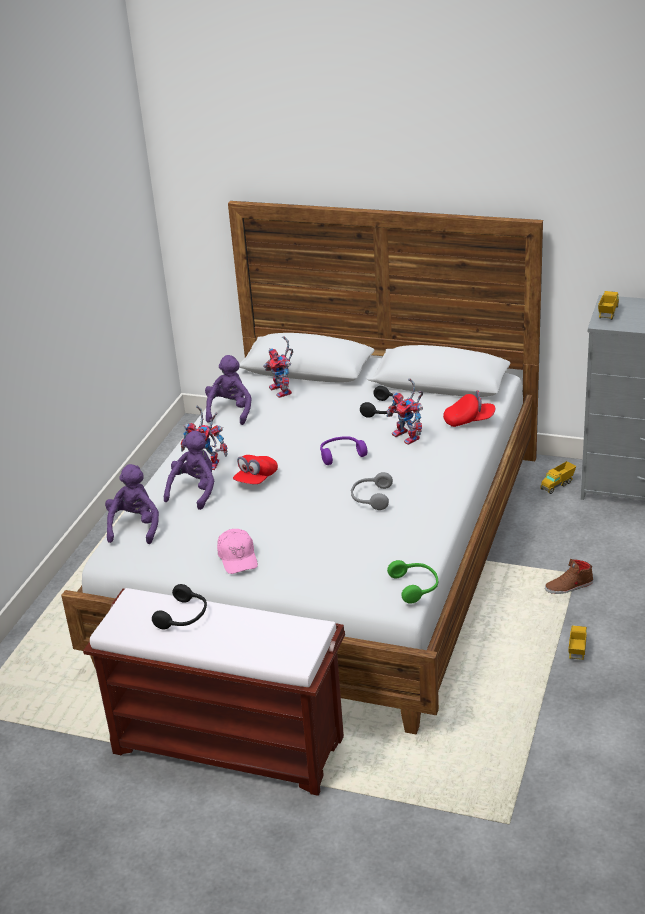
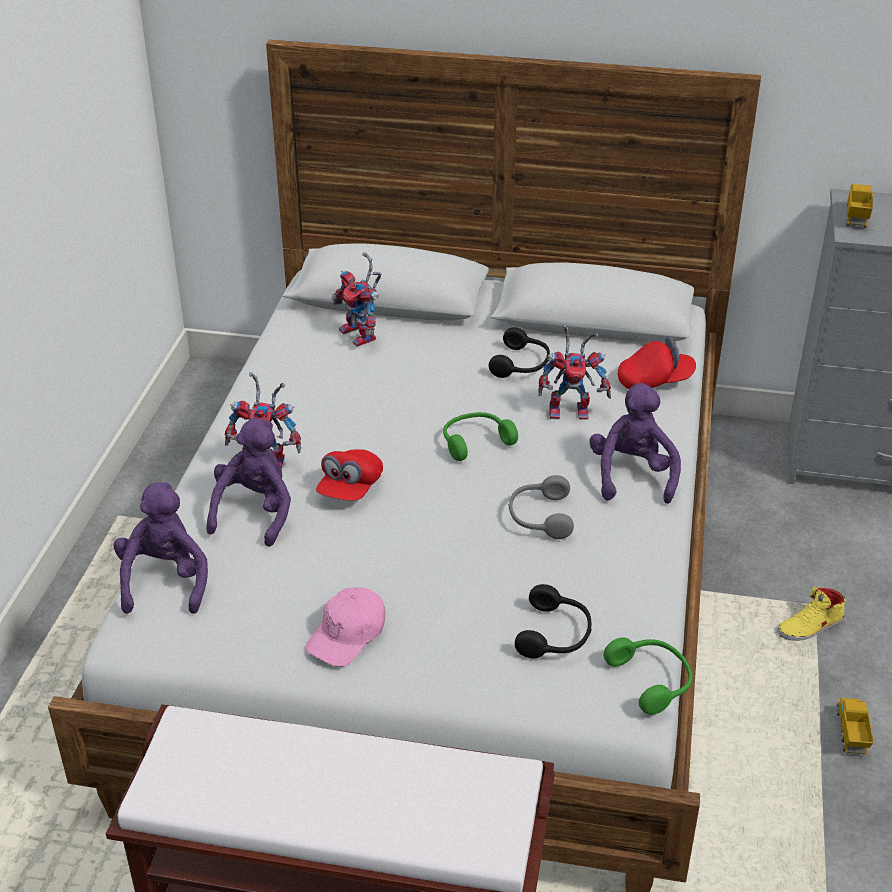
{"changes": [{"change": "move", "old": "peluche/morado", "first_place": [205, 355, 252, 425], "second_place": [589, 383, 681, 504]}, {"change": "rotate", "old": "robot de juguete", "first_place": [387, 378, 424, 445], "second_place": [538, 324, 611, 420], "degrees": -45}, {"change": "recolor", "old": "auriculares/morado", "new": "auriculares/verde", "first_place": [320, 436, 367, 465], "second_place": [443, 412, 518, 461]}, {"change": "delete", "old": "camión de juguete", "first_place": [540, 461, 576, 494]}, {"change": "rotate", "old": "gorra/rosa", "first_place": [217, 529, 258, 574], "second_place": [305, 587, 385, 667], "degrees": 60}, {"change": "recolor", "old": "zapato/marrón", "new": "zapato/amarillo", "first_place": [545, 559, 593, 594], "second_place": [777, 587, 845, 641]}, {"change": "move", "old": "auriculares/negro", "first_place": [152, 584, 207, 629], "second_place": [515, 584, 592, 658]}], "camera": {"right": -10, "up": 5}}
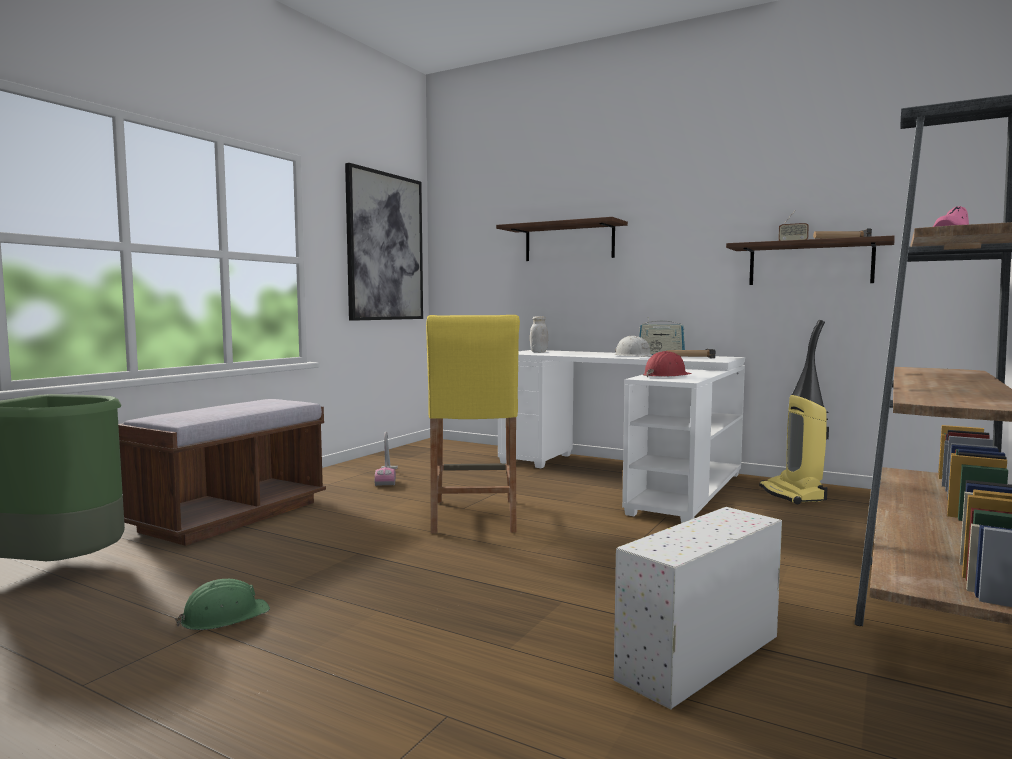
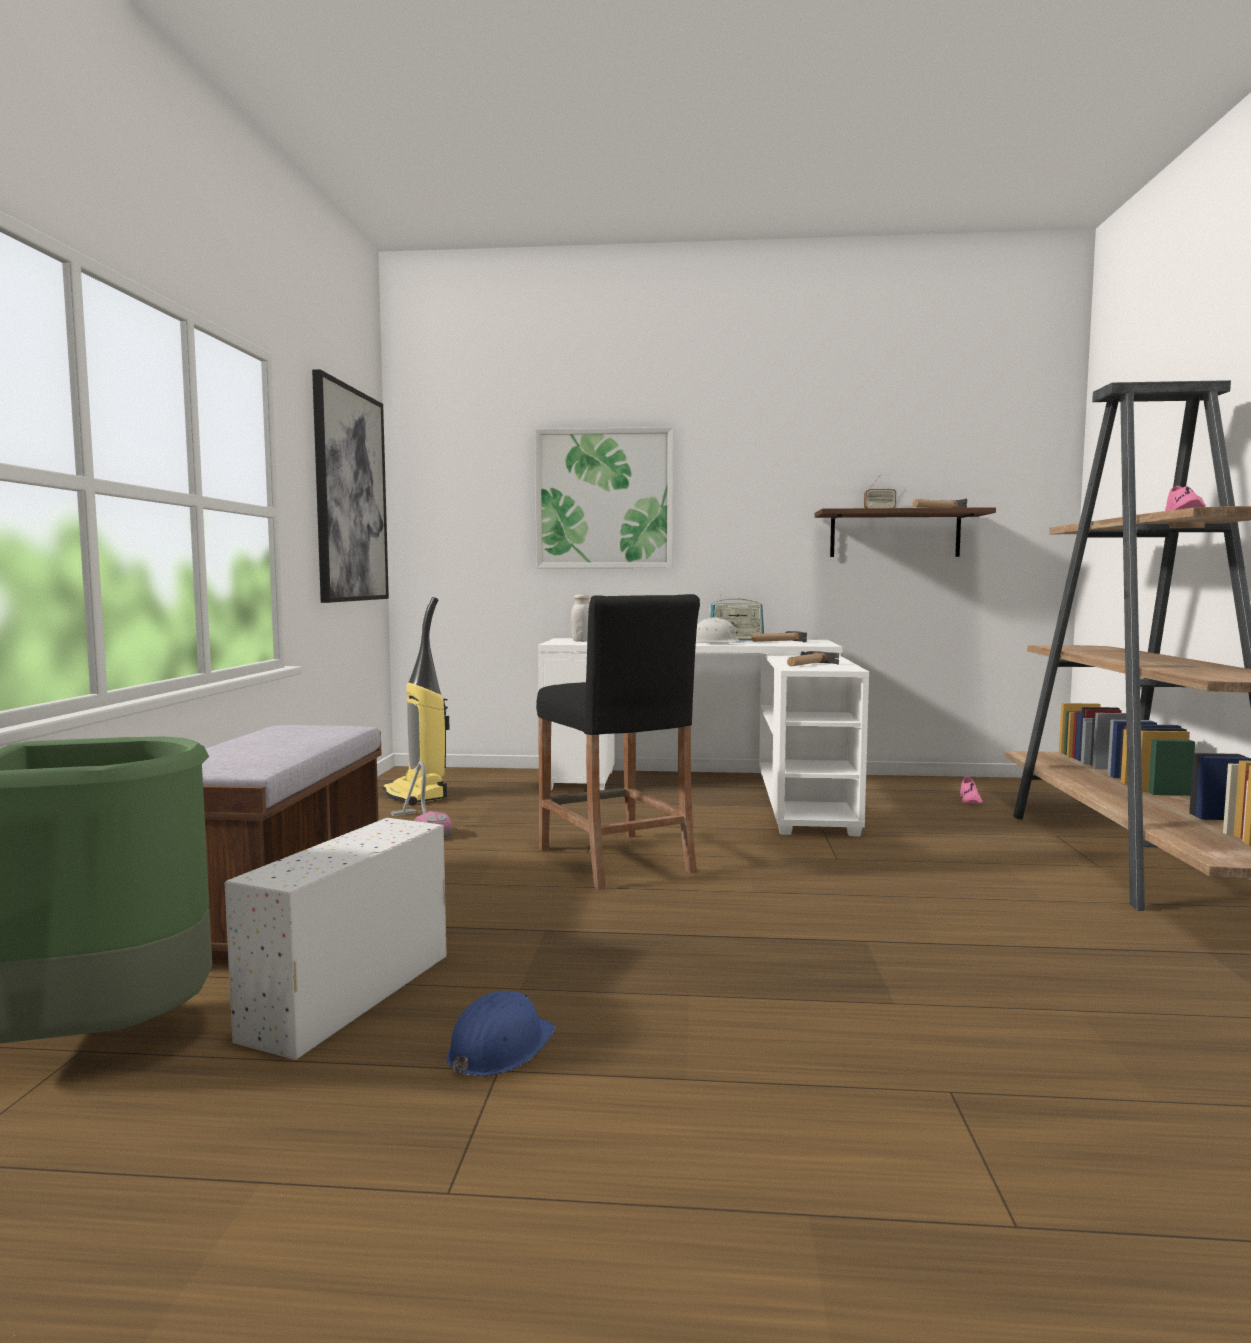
{"changes": [{"change": "replace", "old": "estante", "new": "cuadro", "first_place": [496, 217, 628, 261], "second_place": [535, 427, 674, 568]}, {"change": "recolor", "old": "taburete/amarillo", "new": "taburete/negro", "first_place": [426, 315, 520, 534], "second_place": [536, 594, 700, 890]}, {"change": "move", "old": "aspiradora", "first_place": [759, 320, 829, 504], "second_place": [383, 597, 450, 806]}, {"change": "replace", "old": "casco/rojo", "new": "martillo", "first_place": [643, 351, 692, 378], "second_place": [787, 651, 839, 666]}, {"change": "move", "old": "caja de almacenaje/blanco", "first_place": [614, 507, 782, 710], "second_place": [224, 818, 447, 1060]}, {"change": "recolor", "old": "casco/verde", "new": "casco/azul", "first_place": [175, 579, 270, 630], "second_place": [446, 991, 555, 1076]}, {"change": "insert", "new": "zapato/rosa", "second_place": [960, 776, 982, 804]}], "camera": {"right": -25, "up": 0}}
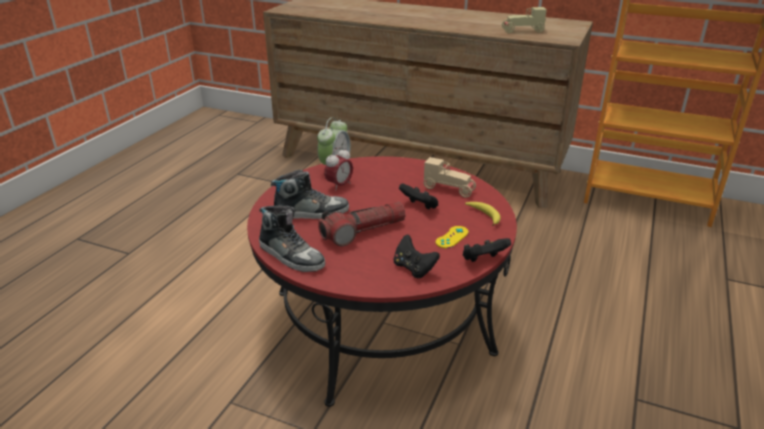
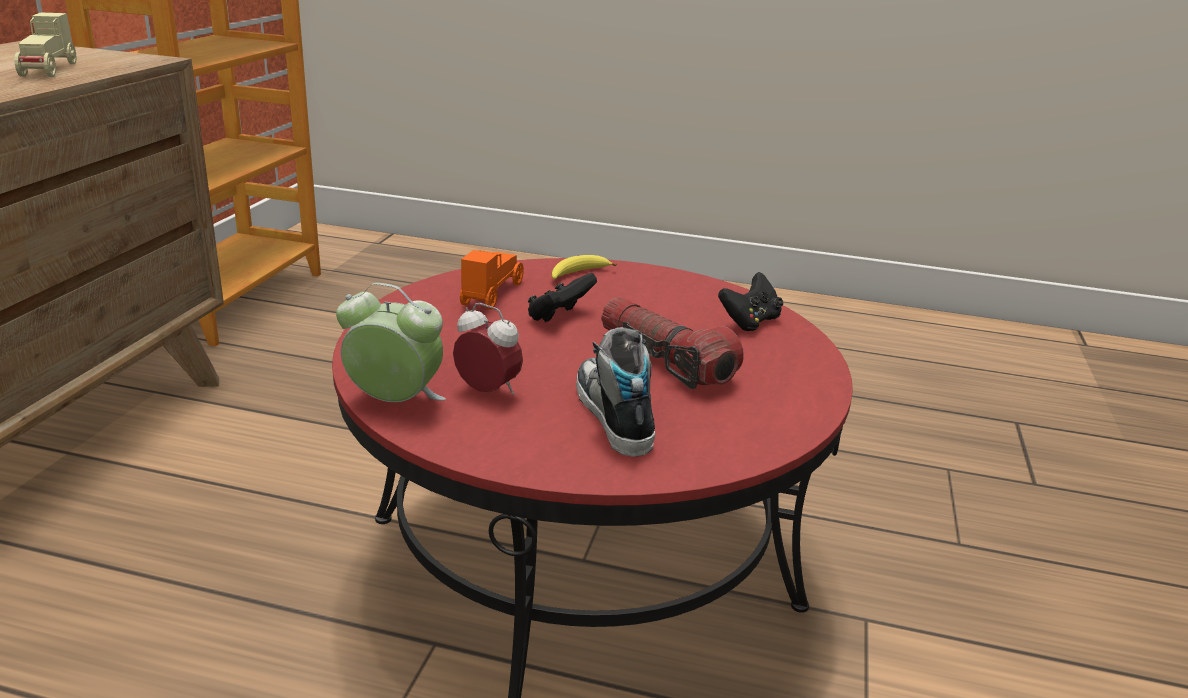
{"changes": [{"change": "recolor", "old": "coche de juguete/beis", "new": "coche de juguete/naranja", "first_place": [424, 157, 476, 198], "second_place": [460, 250, 524, 310]}, {"change": "delete", "old": "zapato", "first_place": [259, 206, 325, 272]}, {"change": "delete", "old": "mando de consola/amarillo", "first_place": [436, 226, 469, 248]}, {"change": "delete", "old": "mando de consola/negro", "first_place": [463, 238, 511, 262]}], "camera": {"right": -100, "up": -5}}
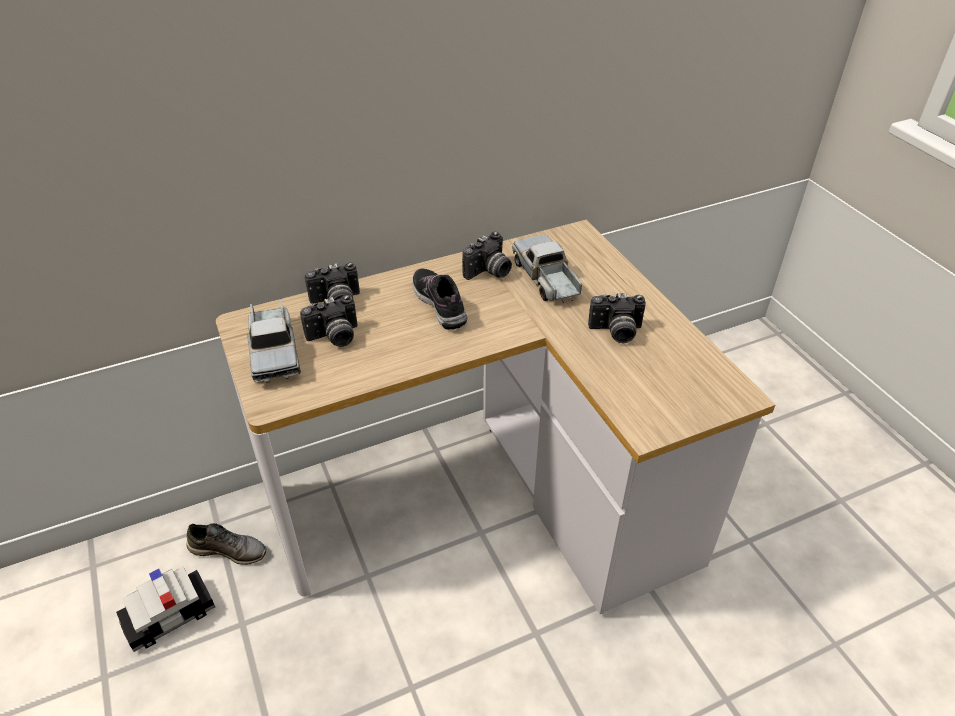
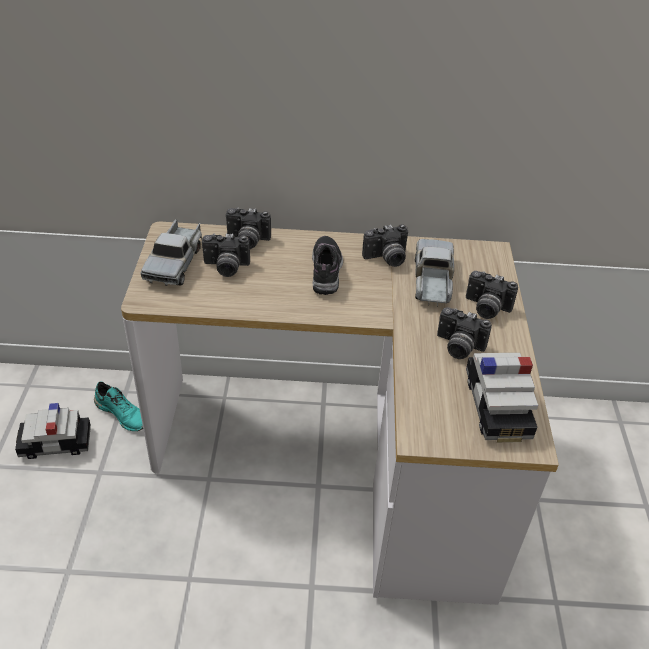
{"changes": [{"change": "recolor", "old": "zapato/gris", "new": "zapato/turquesa", "first_place": [186, 523, 266, 565], "second_place": [94, 382, 143, 431]}, {"change": "insert", "new": "cámara", "second_place": [466, 271, 518, 319]}, {"change": "insert", "new": "coche de juguete", "second_place": [466, 353, 538, 443]}], "camera": {"right": 25, "up": 0}}
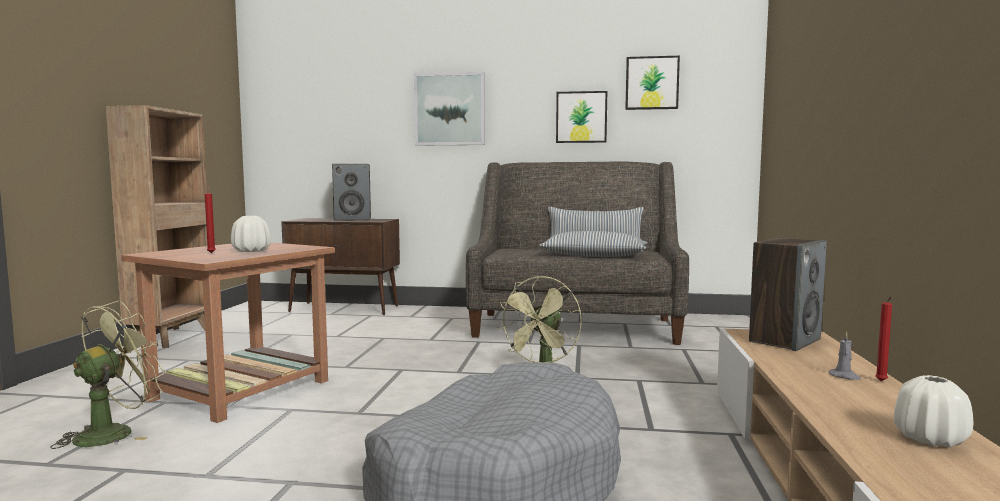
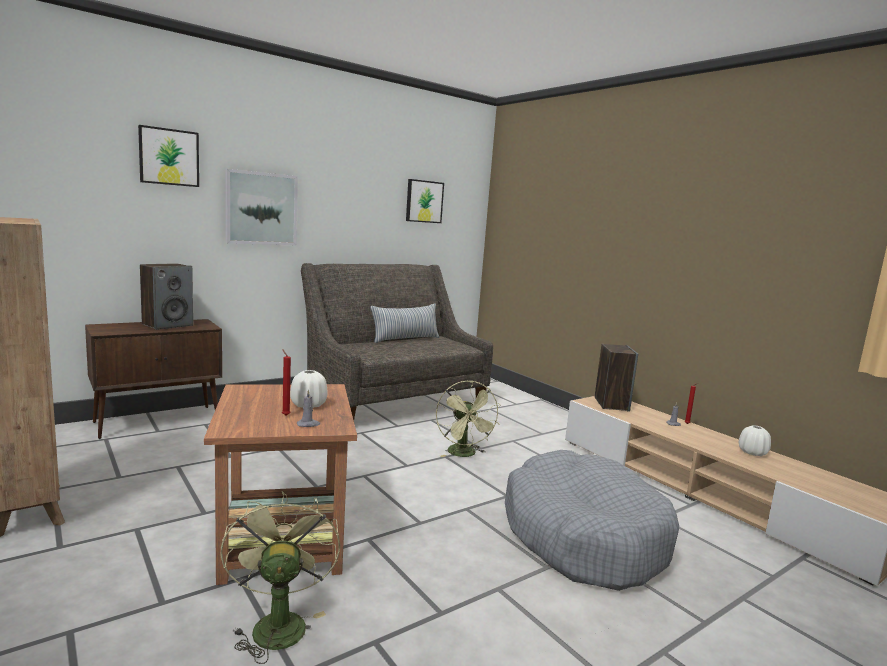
{"changes": [{"change": "move", "old": "cuadro", "first_place": [556, 91, 607, 143], "second_place": [138, 125, 199, 187]}, {"change": "delete", "old": "cojín", "first_place": [539, 231, 648, 257]}, {"change": "insert", "new": "vela/gris", "second_place": [297, 389, 320, 427]}], "camera": {"right": -45, "up": 5}}
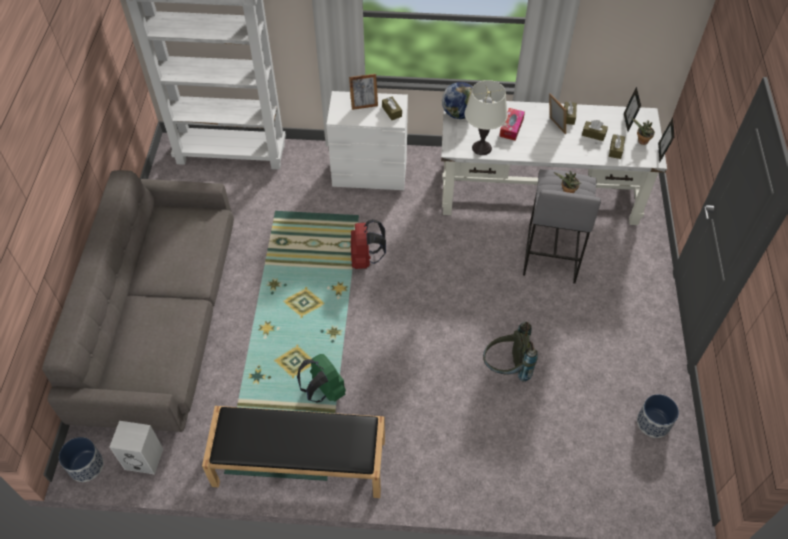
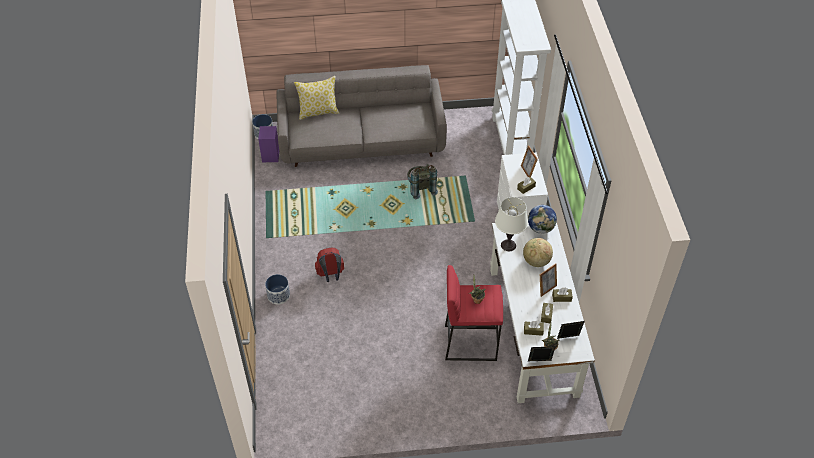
{"changes": [{"change": "replace", "old": "caja de pañuelos", "new": "globo terráqueo", "first_place": [499, 108, 525, 141], "second_place": [523, 238, 553, 267]}, {"change": "recolor", "old": "taburete/gris", "new": "taburete/rojo", "first_place": [523, 169, 601, 283], "second_place": [445, 265, 503, 361]}, {"change": "move", "old": "mochila/rojo", "first_place": [351, 219, 386, 269], "second_place": [315, 248, 344, 282]}, {"change": "move", "old": "mochila/gris", "first_place": [483, 322, 538, 382], "second_place": [407, 164, 438, 199]}, {"change": "delete", "old": "mochila/verde", "first_place": [297, 354, 346, 403]}, {"change": "move", "old": "maceta", "first_place": [637, 394, 679, 438], "second_place": [265, 274, 290, 304]}, {"change": "delete", "old": "banco/negro", "first_place": [202, 406, 385, 498]}, {"change": "recolor", "old": "altavoz/blanco", "new": "altavoz/morado", "first_place": [109, 421, 163, 475], "second_place": [258, 126, 279, 162]}, {"change": "insert", "new": "cojín", "second_place": [294, 76, 340, 120]}], "camera": {"right": 80, "up": -5}}
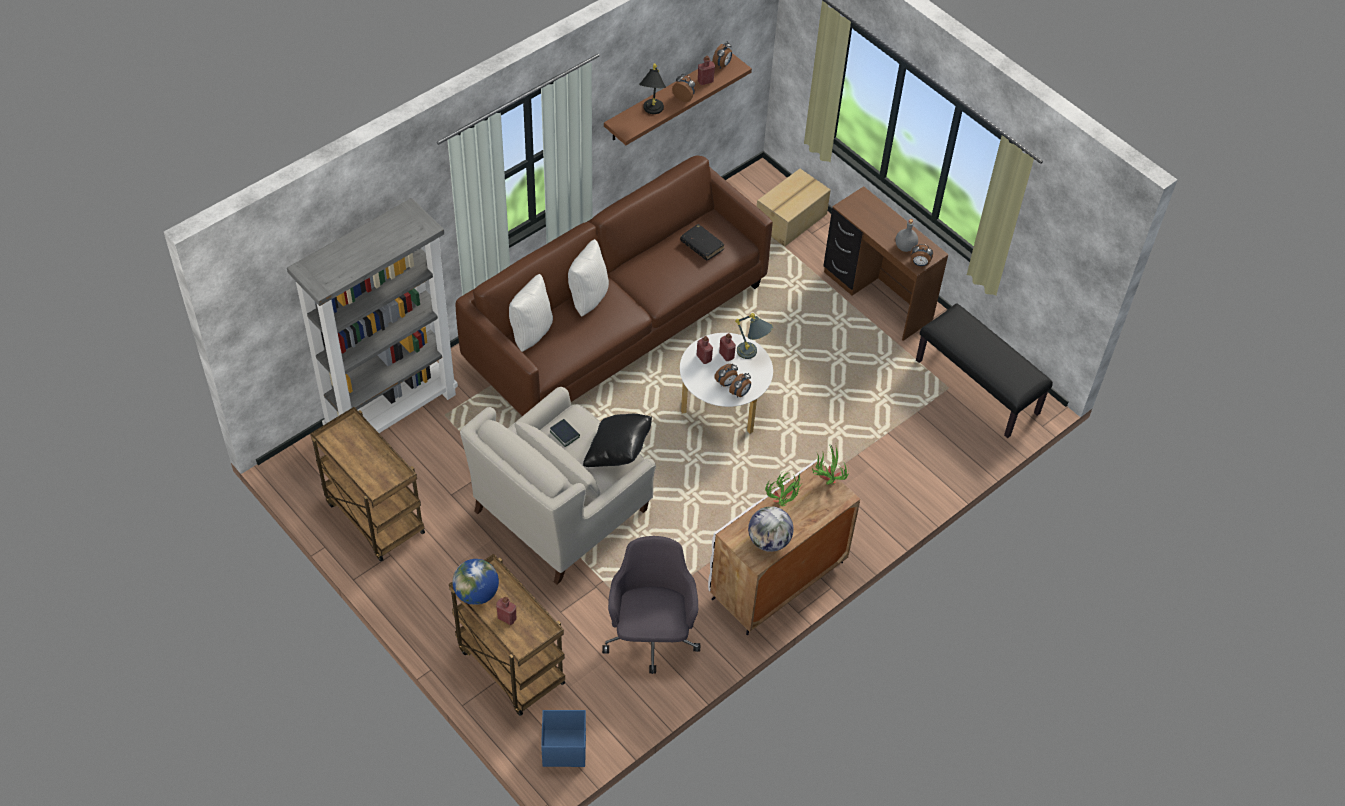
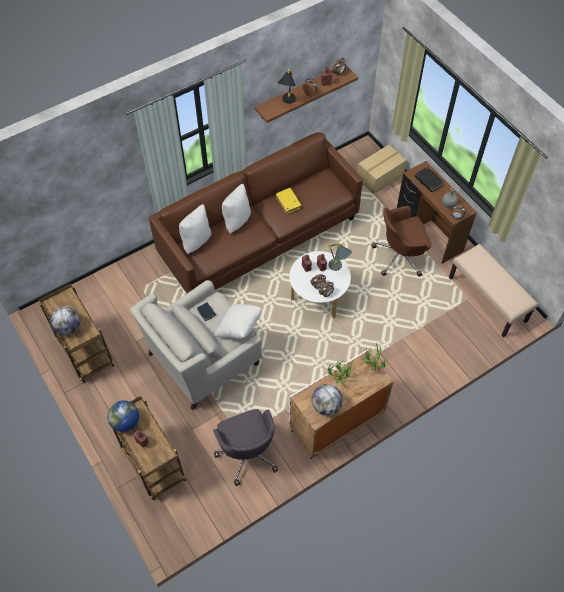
{"changes": [{"change": "delete", "old": "estantería/gris", "first_place": [287, 198, 458, 433]}, {"change": "move", "old": "libro/negro", "first_place": [680, 224, 724, 261], "second_place": [415, 167, 444, 192]}, {"change": "recolor", "old": "banco/negro", "new": "banco/beis", "first_place": [916, 303, 1053, 438], "second_place": [449, 244, 538, 337]}, {"change": "recolor", "old": "cojín/negro", "new": "cojín/blanco", "first_place": [583, 414, 652, 467], "second_place": [214, 304, 262, 339]}, {"change": "rotate", "old": "silla de oficina/gris", "first_place": [602, 536, 700, 674], "second_place": [213, 409, 278, 486], "degrees": 150}, {"change": "delete", "old": "caja de almacenaje/azul", "first_place": [541, 710, 586, 767]}, {"change": "insert", "new": "libro/amarillo", "second_place": [276, 188, 302, 214]}, {"change": "insert", "new": "silla de oficina/marrón", "second_place": [371, 206, 431, 277]}, {"change": "insert", "new": "globo terráqueo", "second_place": [50, 306, 80, 335]}], "camera": {"right": 10, "up": 5}}
